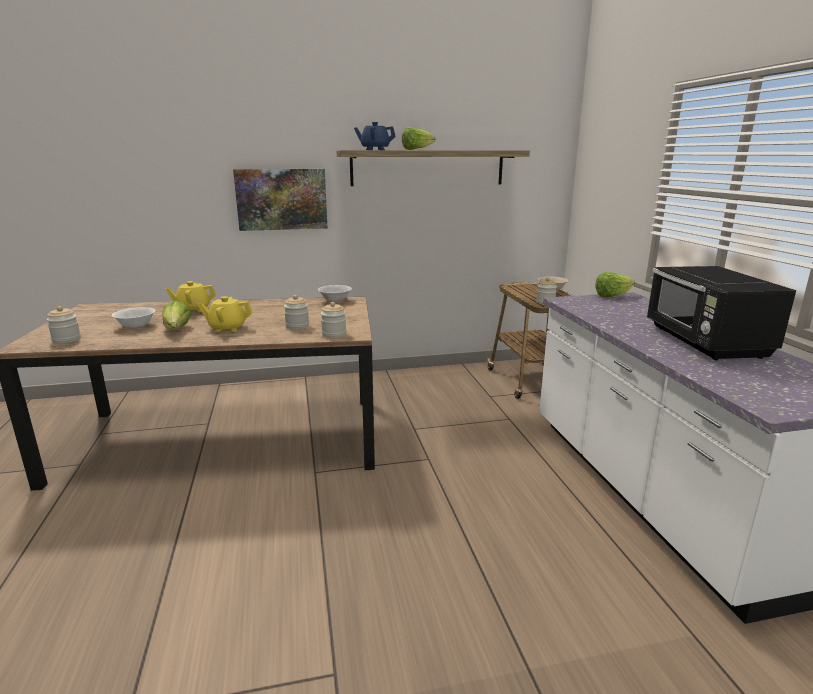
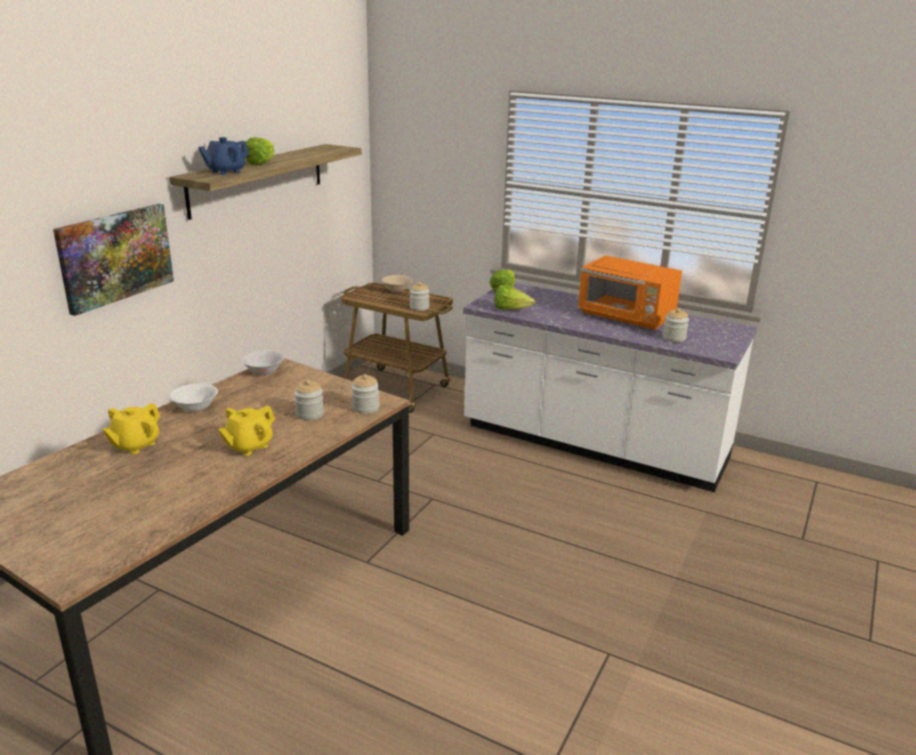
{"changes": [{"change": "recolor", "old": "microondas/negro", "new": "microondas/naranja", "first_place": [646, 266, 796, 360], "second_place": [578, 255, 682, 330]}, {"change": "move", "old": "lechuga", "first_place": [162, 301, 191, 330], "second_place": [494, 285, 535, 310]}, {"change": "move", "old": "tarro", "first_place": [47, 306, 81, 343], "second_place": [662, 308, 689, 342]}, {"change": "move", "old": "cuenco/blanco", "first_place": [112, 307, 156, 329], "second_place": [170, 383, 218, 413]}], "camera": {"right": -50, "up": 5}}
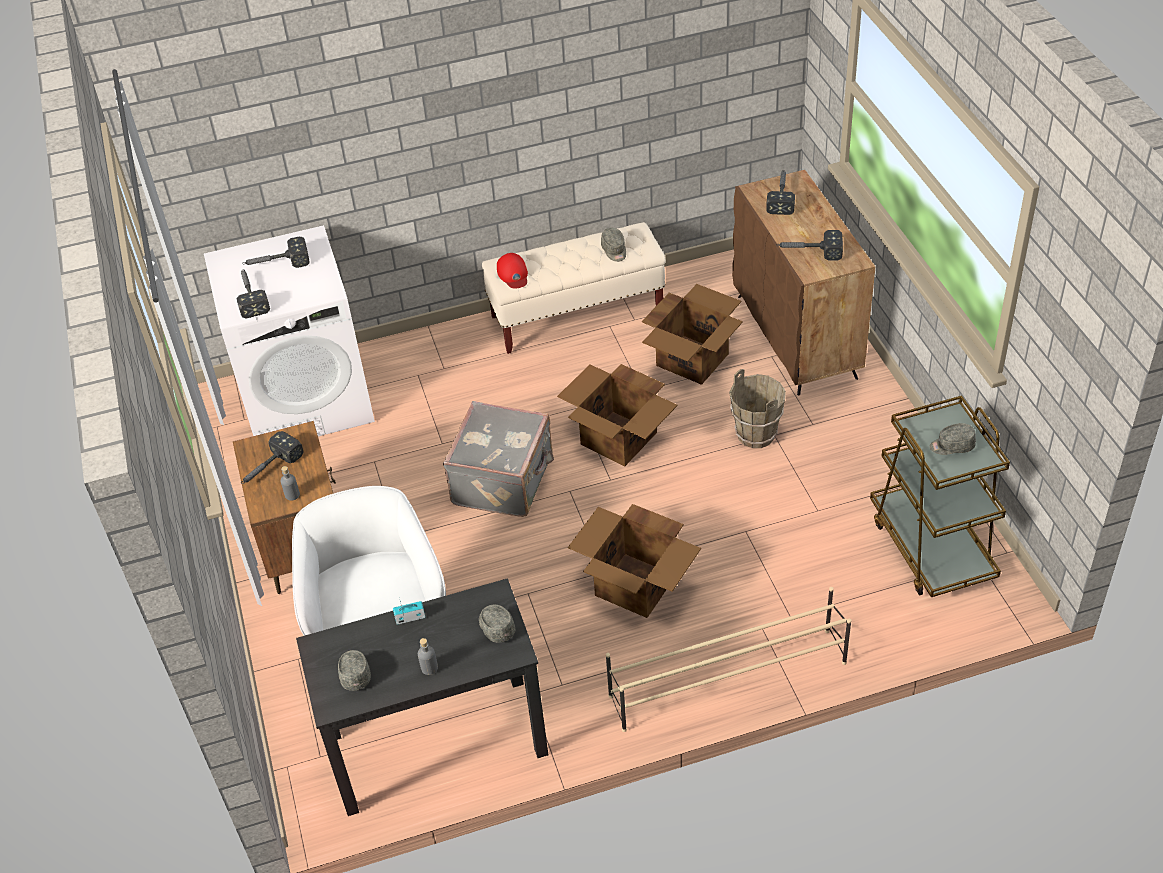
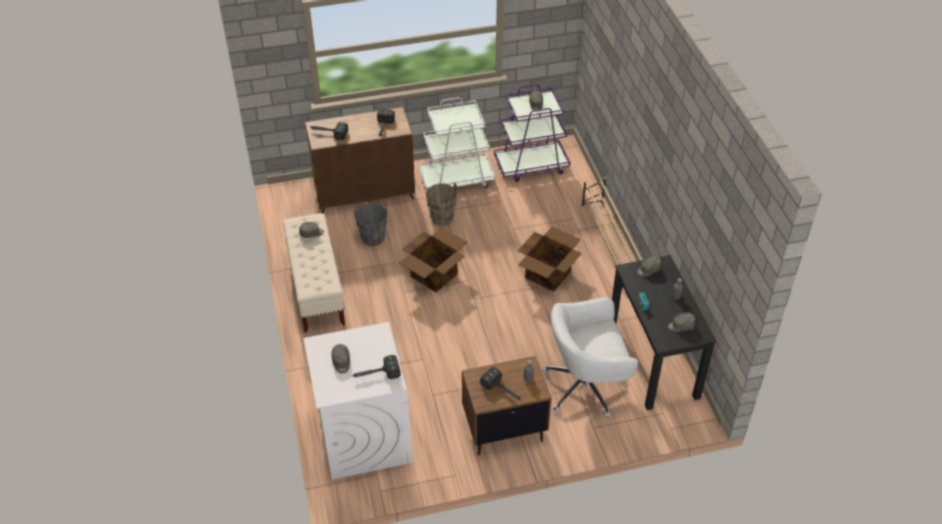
{"changes": [{"change": "replace", "old": "martillo", "new": "gorra/gris", "first_place": [242, 236, 310, 268], "second_place": [332, 344, 350, 374]}, {"change": "delete", "old": "gorra/rojo", "first_place": [497, 253, 528, 288]}, {"change": "replace", "old": "caja de cartón", "new": "cubo/gris", "first_place": [642, 284, 743, 385], "second_place": [354, 203, 387, 246]}, {"change": "recolor", "old": "carrito/marrón", "new": "carrito/morado", "first_place": [870, 396, 1010, 597], "second_place": [494, 84, 570, 182]}, {"change": "delete", "old": "maleta/gris", "first_place": [443, 401, 554, 517]}, {"change": "insert", "new": "carrito/blanco", "second_place": [419, 97, 495, 190]}], "camera": {"right": -90, "up": 0}}
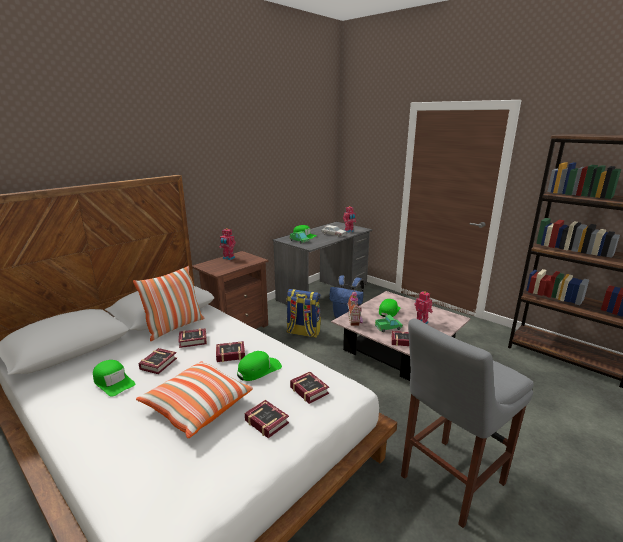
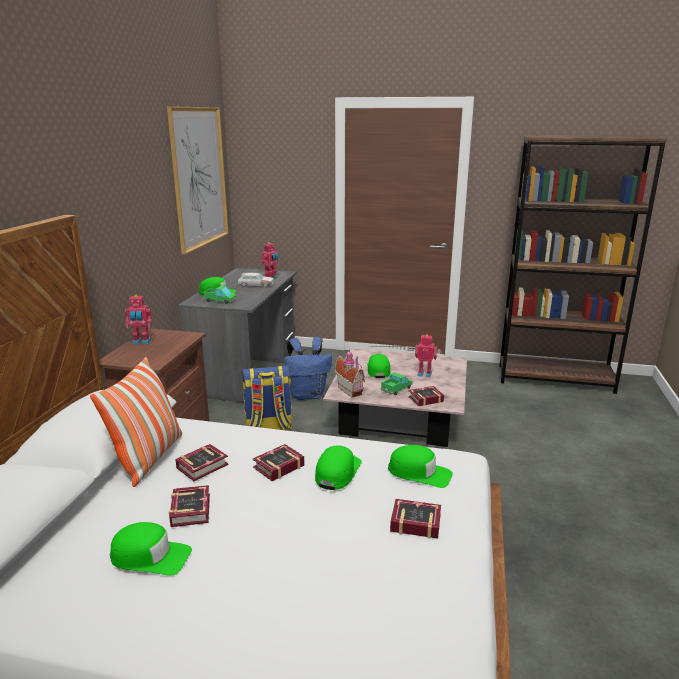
{"changes": [{"change": "delete", "old": "taburete/gris", "first_place": [401, 318, 534, 528]}, {"change": "delete", "old": "cojín", "first_place": [136, 361, 253, 438]}, {"change": "replace", "old": "libro", "new": "gorra/verde", "first_place": [290, 372, 329, 404], "second_place": [388, 445, 453, 488]}, {"change": "insert", "new": "cuadro", "second_place": [167, 106, 229, 255]}], "camera": {"right": -30, "up": 0}}
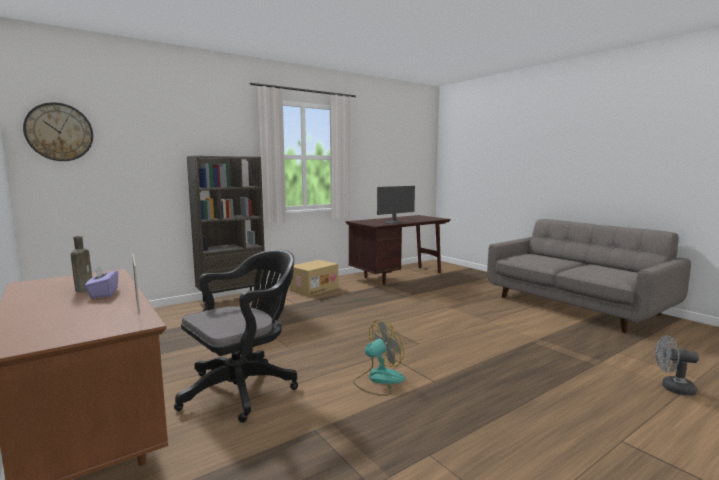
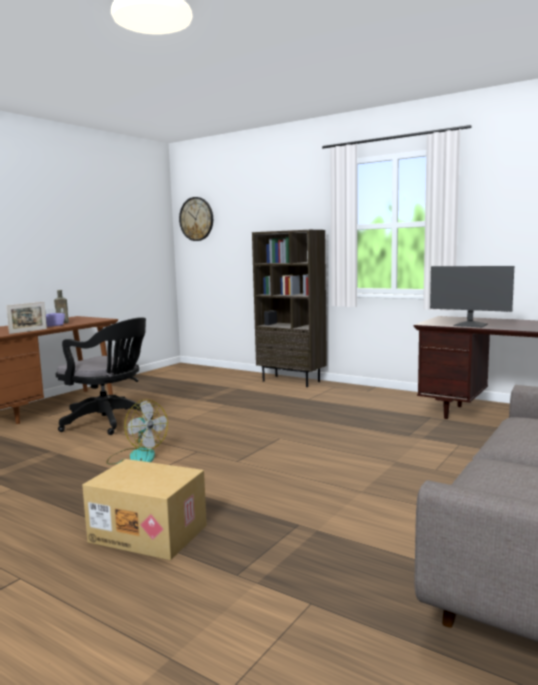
{"changes": [{"change": "move", "old": "caja de cartón", "first_place": [290, 260, 338, 296], "second_place": [82, 459, 207, 560]}, {"change": "delete", "old": "ventilador/gris", "first_place": [655, 336, 699, 396]}], "camera": {"right": 70, "up": 0}}
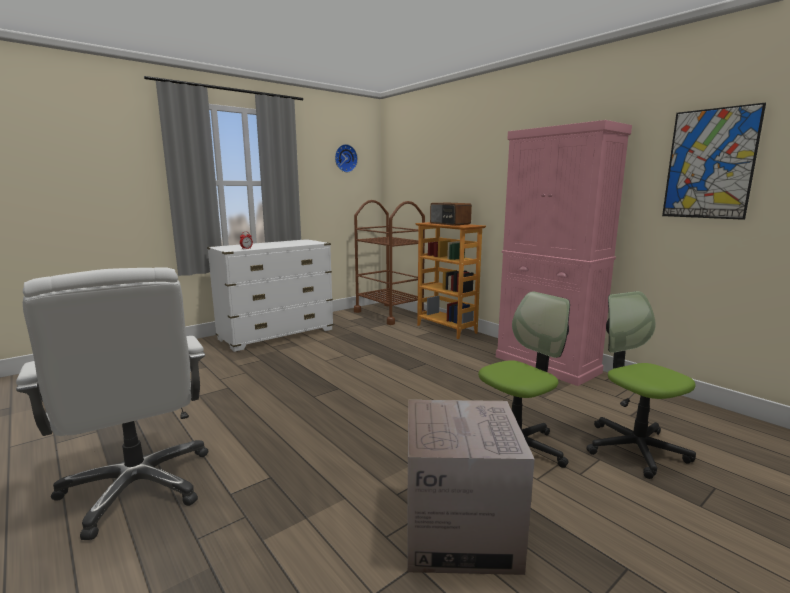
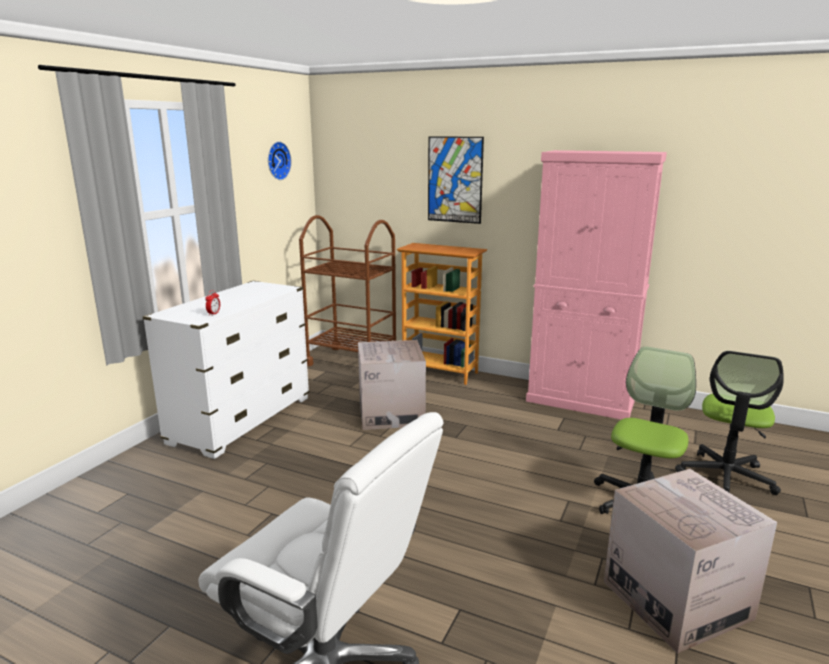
{"changes": [{"change": "move", "old": "cuadro", "first_place": [662, 103, 766, 220], "second_place": [428, 136, 484, 224]}, {"change": "delete", "old": "radio", "first_place": [430, 203, 472, 226]}, {"change": "rotate", "old": "silla de oficina", "first_place": [586, 291, 696, 479], "second_place": [675, 351, 784, 495], "degrees": -105}, {"change": "insert", "new": "caja de cartón", "second_place": [358, 340, 426, 430]}], "camera": {"right": -25, "up": 5}}
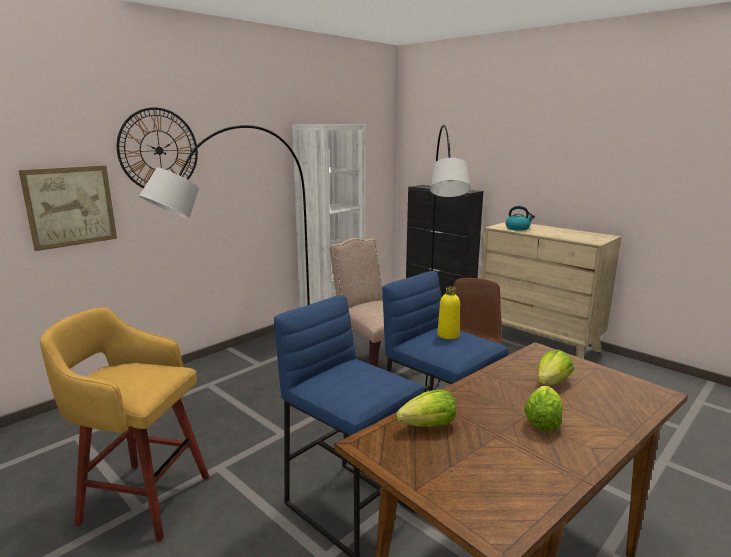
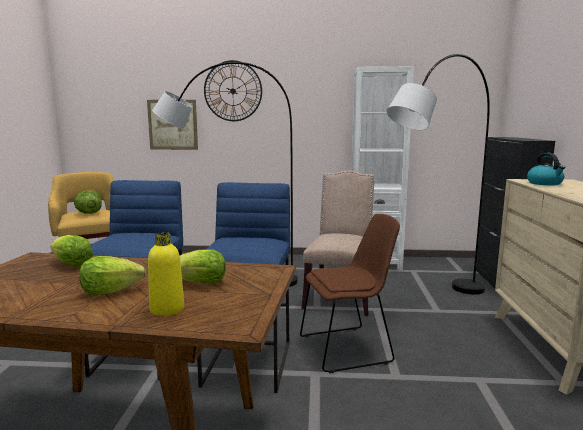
{"changes": [{"change": "move", "old": "botella/amarillo", "first_place": [438, 286, 460, 339], "second_place": [148, 232, 184, 316]}, {"change": "insert", "new": "lechuga", "second_place": [74, 190, 102, 214]}], "camera": {"right": 50, "up": -5}}
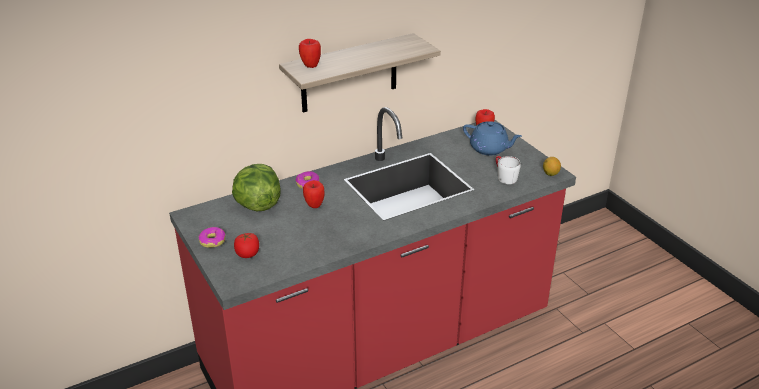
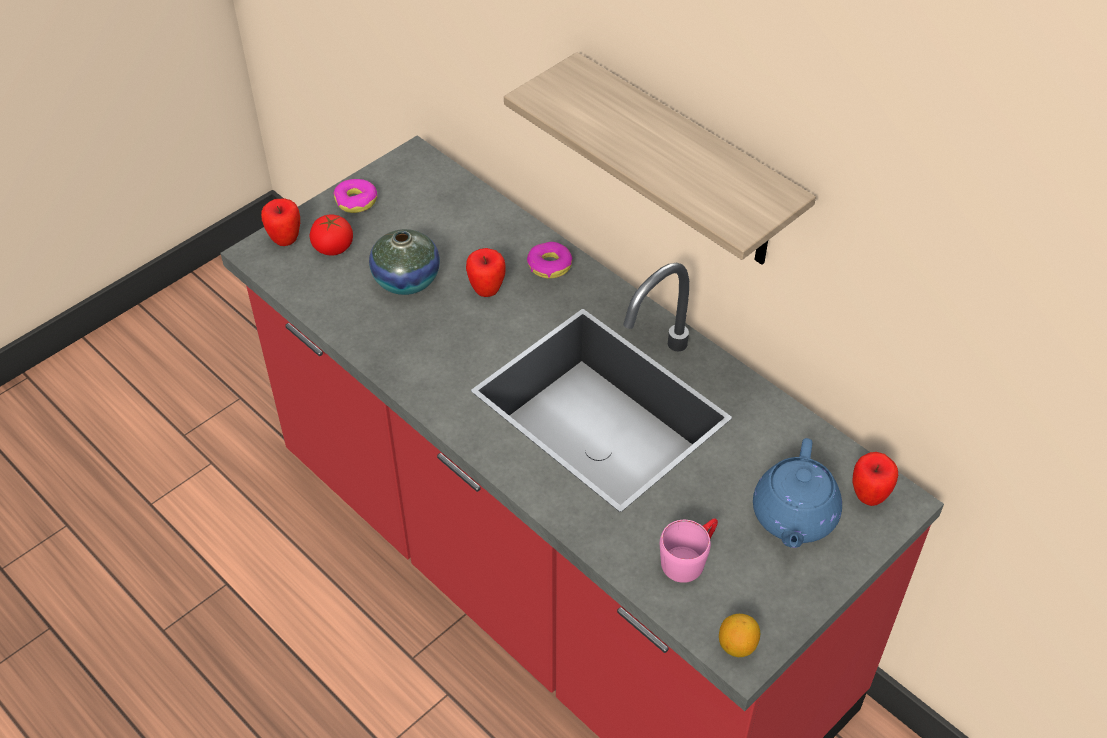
{"changes": [{"change": "move", "old": "manzana", "first_place": [299, 39, 321, 68], "second_place": [261, 198, 300, 246]}, {"change": "recolor", "old": "taza grande/blanco", "new": "taza grande/rosa", "first_place": [496, 156, 521, 184], "second_place": [660, 518, 718, 583]}, {"change": "delete", "old": "lechuga", "first_place": [232, 164, 281, 211]}, {"change": "insert", "new": "florero", "second_place": [369, 229, 440, 295]}], "camera": {"right": 75, "up": 15}}
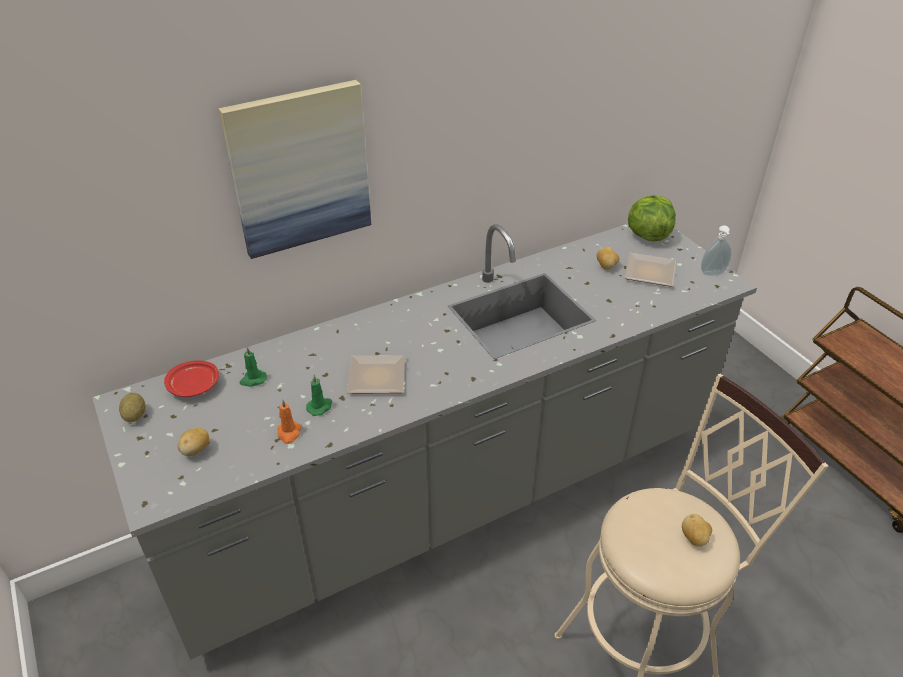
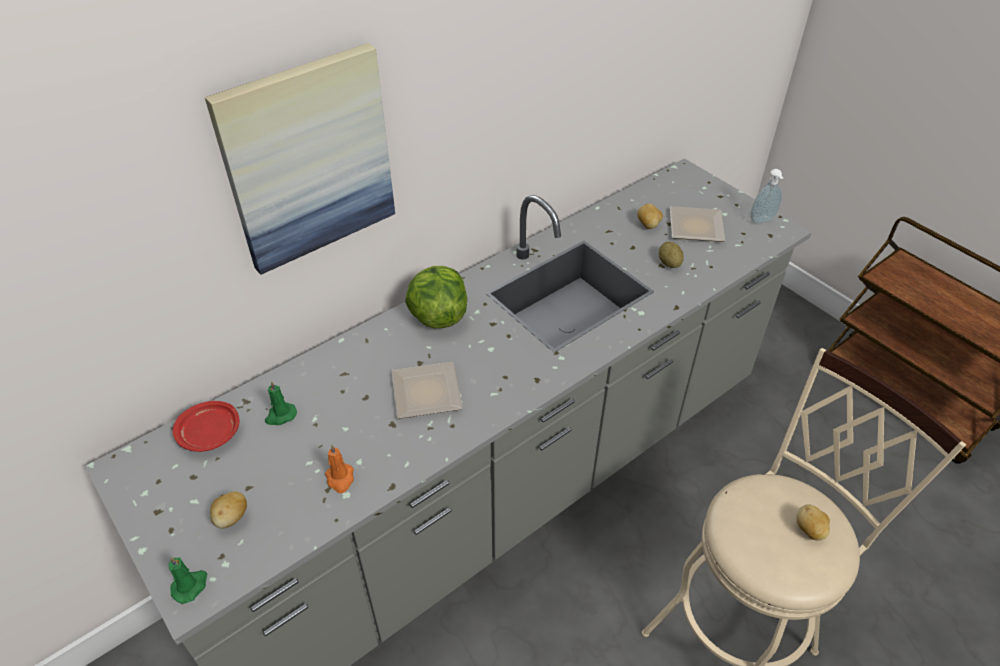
{"changes": [{"change": "move", "old": "lechuga", "first_place": [628, 195, 676, 242], "second_place": [405, 266, 467, 328]}, {"change": "move", "old": "vela/verde", "first_place": [306, 375, 332, 416], "second_place": [168, 556, 207, 604]}, {"change": "move", "old": "patata", "first_place": [119, 393, 146, 422], "second_place": [659, 242, 684, 268]}], "camera": {"right": -10, "up": 5}}
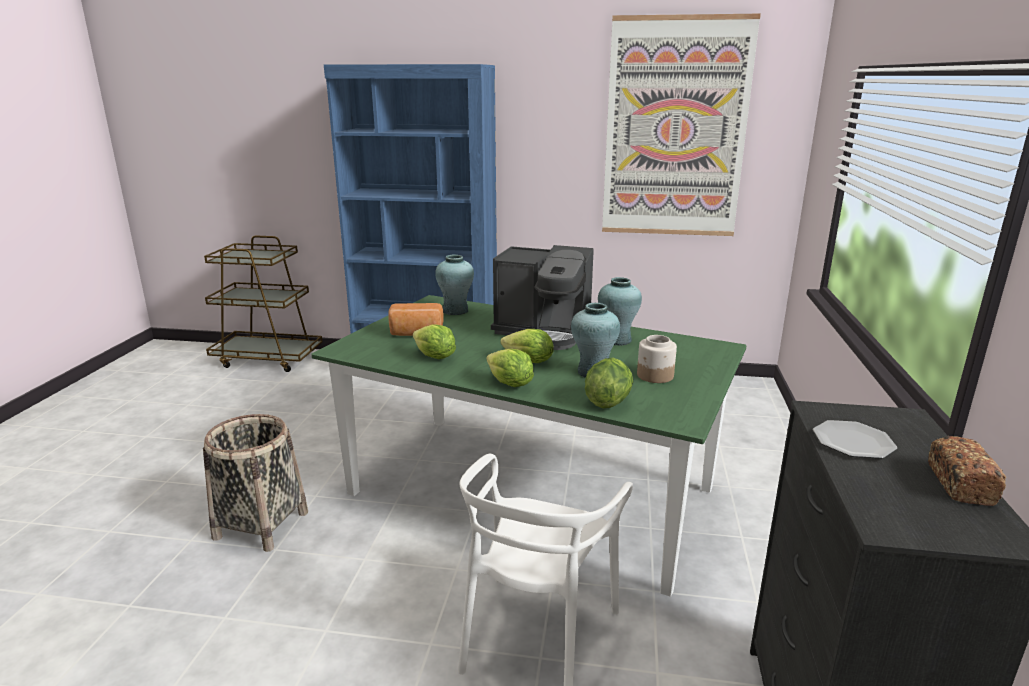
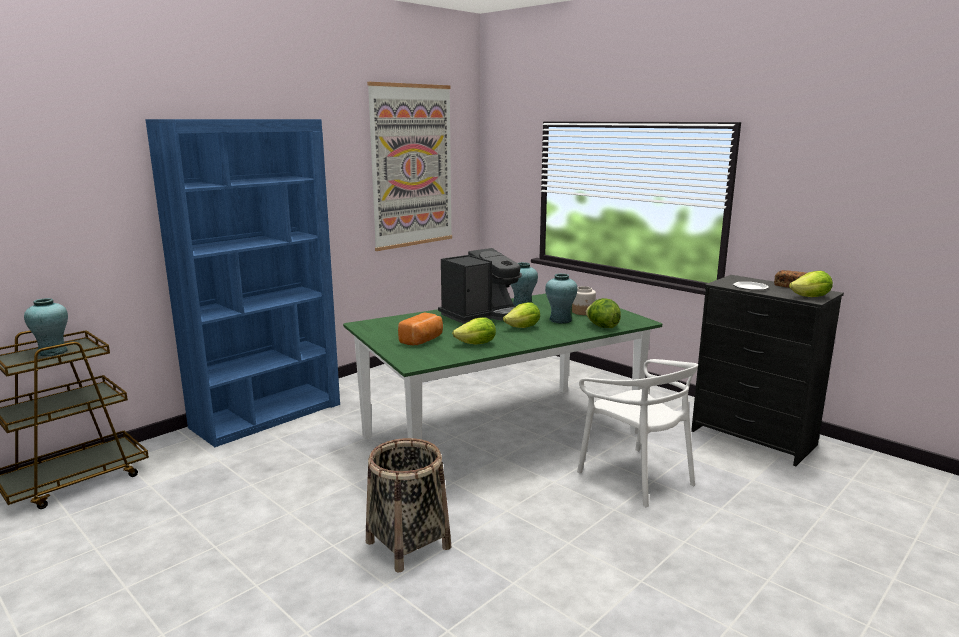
{"changes": [{"change": "move", "old": "florero/turquesa", "first_place": [435, 255, 474, 315], "second_place": [24, 298, 68, 356]}, {"change": "move", "old": "lechuga", "first_place": [486, 349, 534, 387], "second_place": [789, 271, 833, 297]}], "camera": {"right": -55, "up": -5}}
